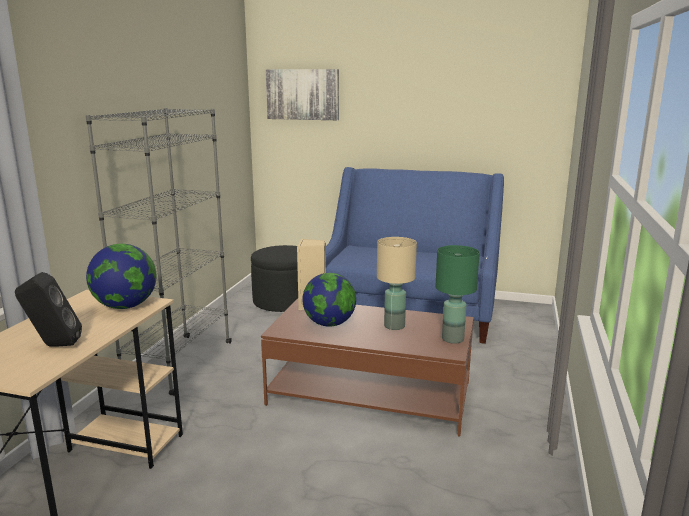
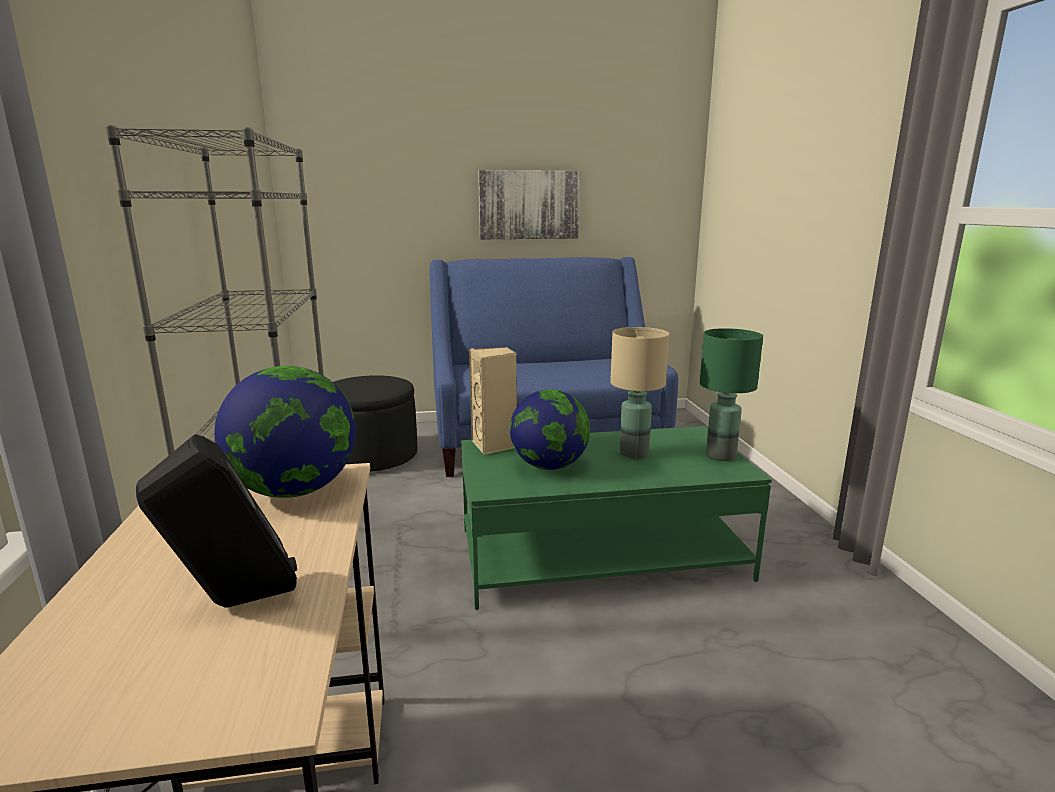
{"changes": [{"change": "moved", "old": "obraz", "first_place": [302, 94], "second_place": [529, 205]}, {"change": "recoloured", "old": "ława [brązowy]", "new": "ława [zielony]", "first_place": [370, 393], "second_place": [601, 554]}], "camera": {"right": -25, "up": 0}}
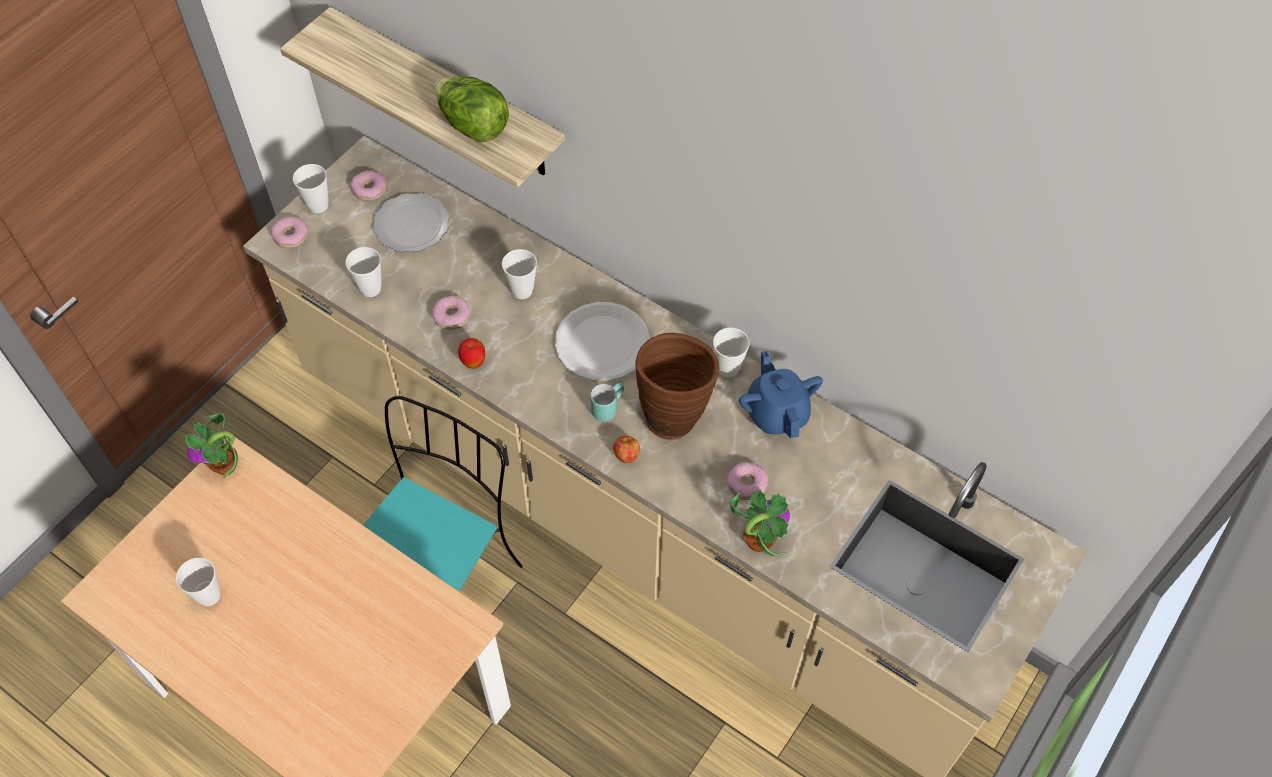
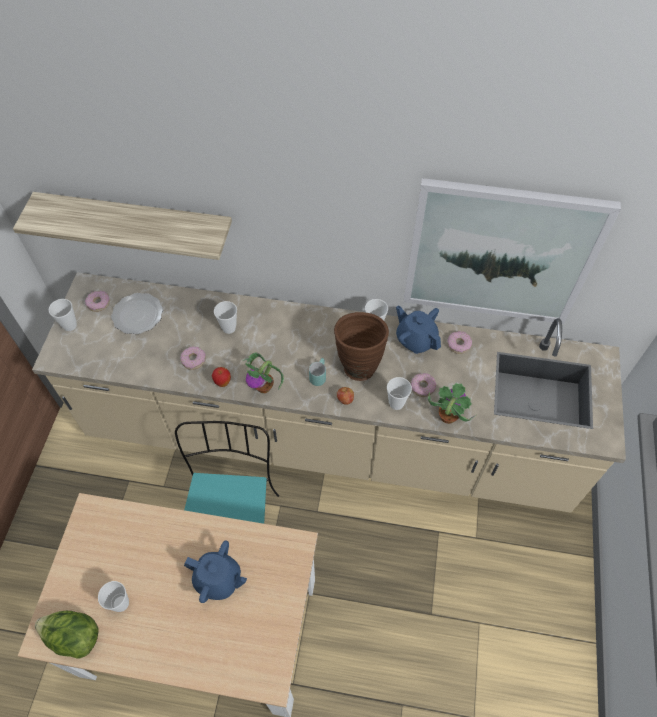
{"changes": [{"change": "moved", "old": "sałata", "first_place": [473, 126], "second_place": [74, 637]}, {"change": "moved", "old": "donut", "first_place": [291, 236], "second_place": [458, 344]}, {"change": "moved", "old": "filiżanka", "first_place": [370, 289], "second_place": [396, 403]}, {"change": "removed", "old": "talerz [biały]", "first_place": [602, 343]}, {"change": "moved", "old": "roślina doniczkowa", "first_place": [226, 466], "second_place": [264, 387]}, {"change": "added", "new": "obraz", "second_place": [499, 254]}, {"change": "added", "new": "imbryk [niebieski]", "second_place": [218, 579]}], "camera": {"right": -25, "up": 0}}
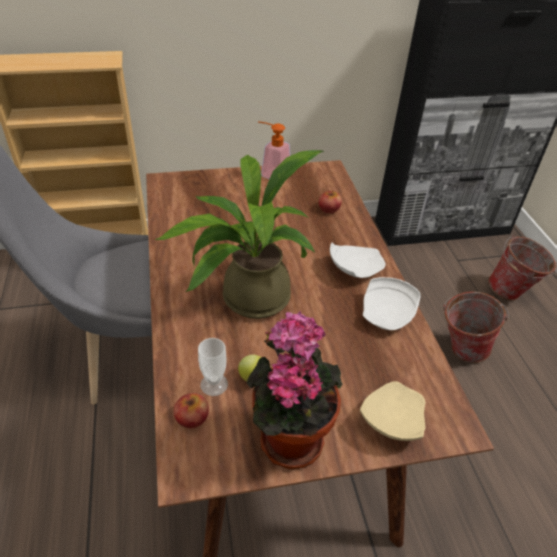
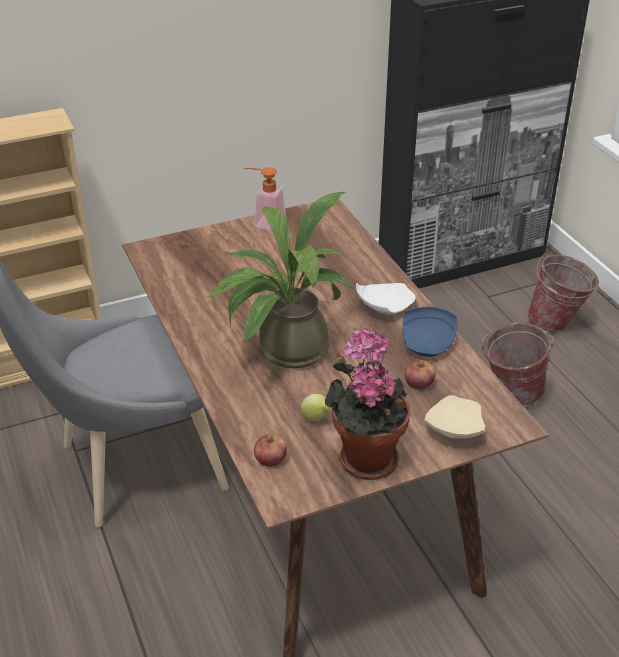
{"changes": [{"change": "moved", "old": "jabłko", "first_place": [329, 208], "second_place": [419, 382]}, {"change": "recoloured", "old": "talerz [biały]", "new": "talerz [niebieski]", "first_place": [387, 314], "second_place": [428, 342]}, {"change": "removed", "old": "filiżanka", "first_place": [214, 384]}], "camera": {"right": -10, "up": -5}}
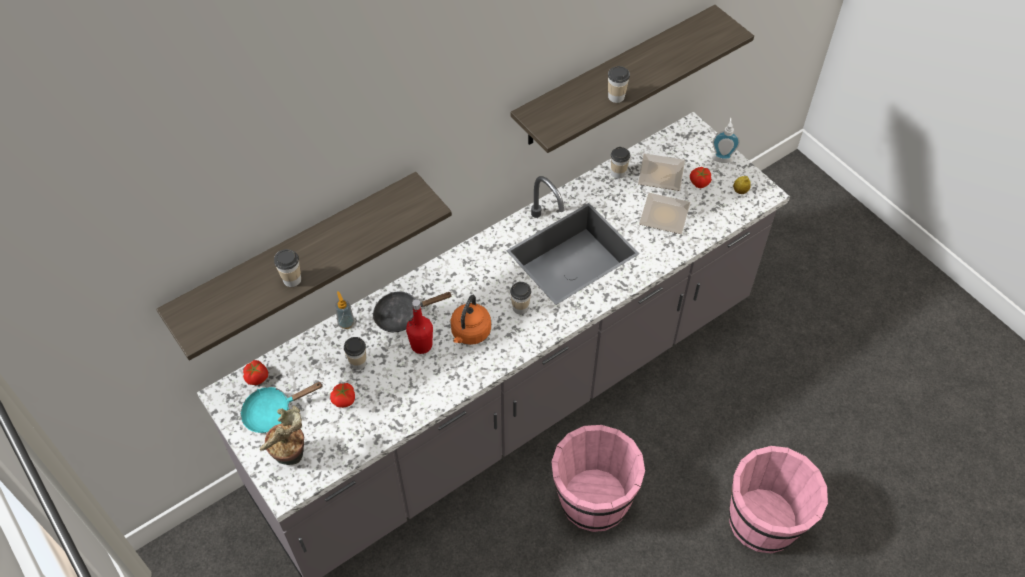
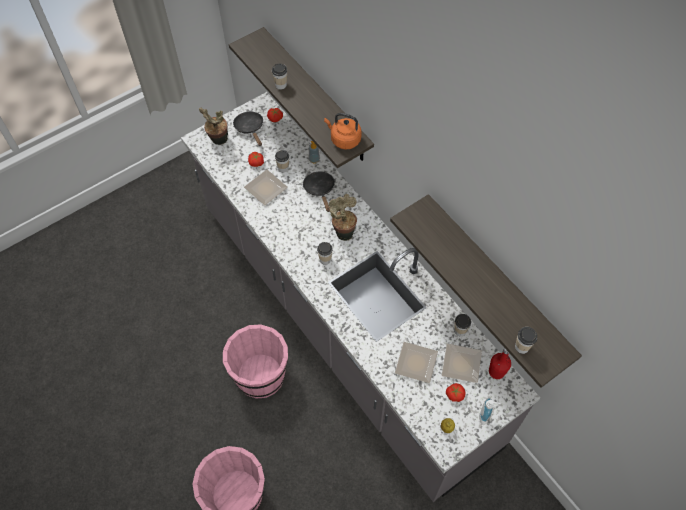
{"changes": [{"change": "moved", "old": "filiżanka", "first_place": [616, 97], "second_place": [522, 347]}, {"change": "moved", "old": "czajnik [pomarańczowy]", "first_place": [470, 333], "second_place": [344, 139]}, {"change": "moved", "old": "butelka [czerwony]", "first_place": [421, 345], "second_place": [496, 372]}, {"change": "recoloured", "old": "patelnia [turkusowy]", "new": "patelnia [czarny]", "first_place": [273, 412], "second_place": [250, 128]}, {"change": "added", "new": "talerz", "second_place": [267, 188]}, {"change": "added", "new": "roślina doniczkowa", "second_place": [343, 232]}], "camera": {"right": 90, "up": 5}}
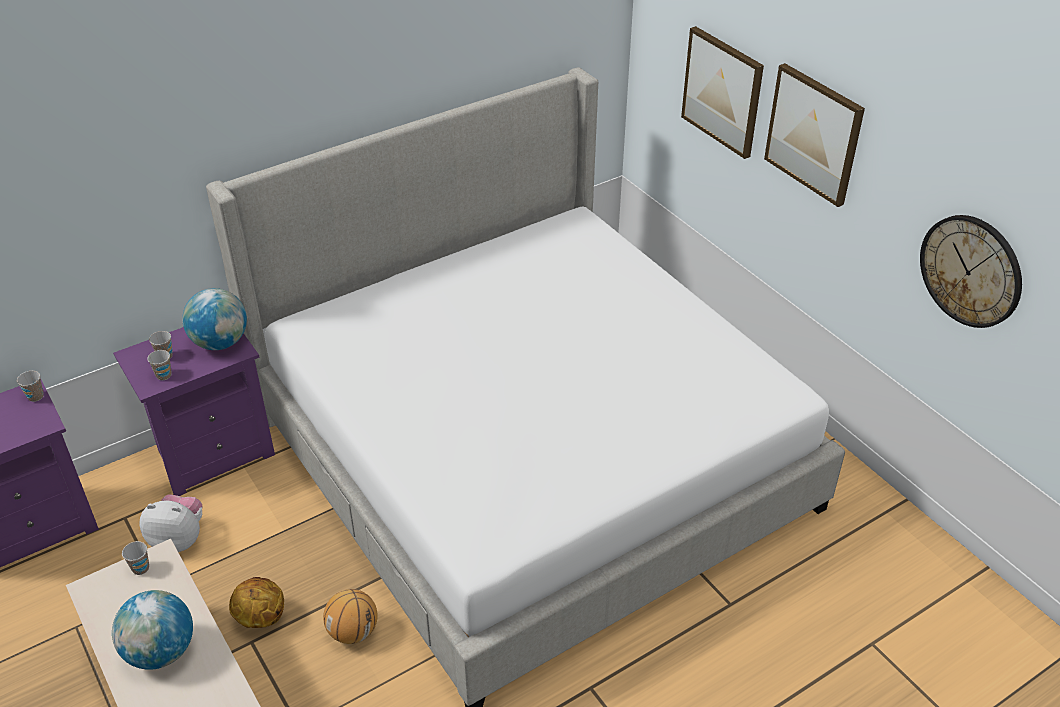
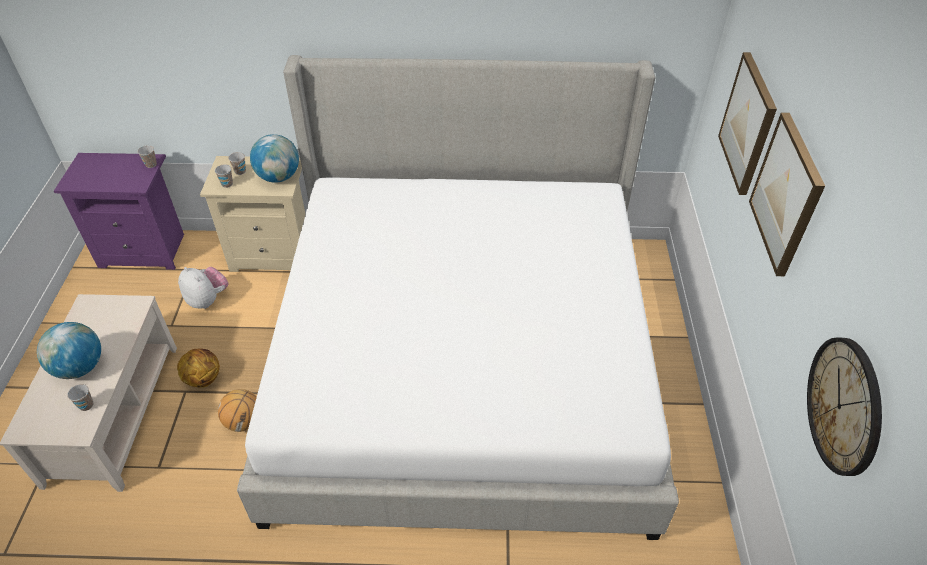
{"changes": [{"change": "recoloured", "old": "szafka nocna [fioletowy]", "new": "szafka nocna [beżowy]", "first_place": [213, 453], "second_place": [274, 254]}, {"change": "moved", "old": "filiżanka", "first_place": [140, 568], "second_place": [86, 405]}], "camera": {"right": 35, "up": 5}}
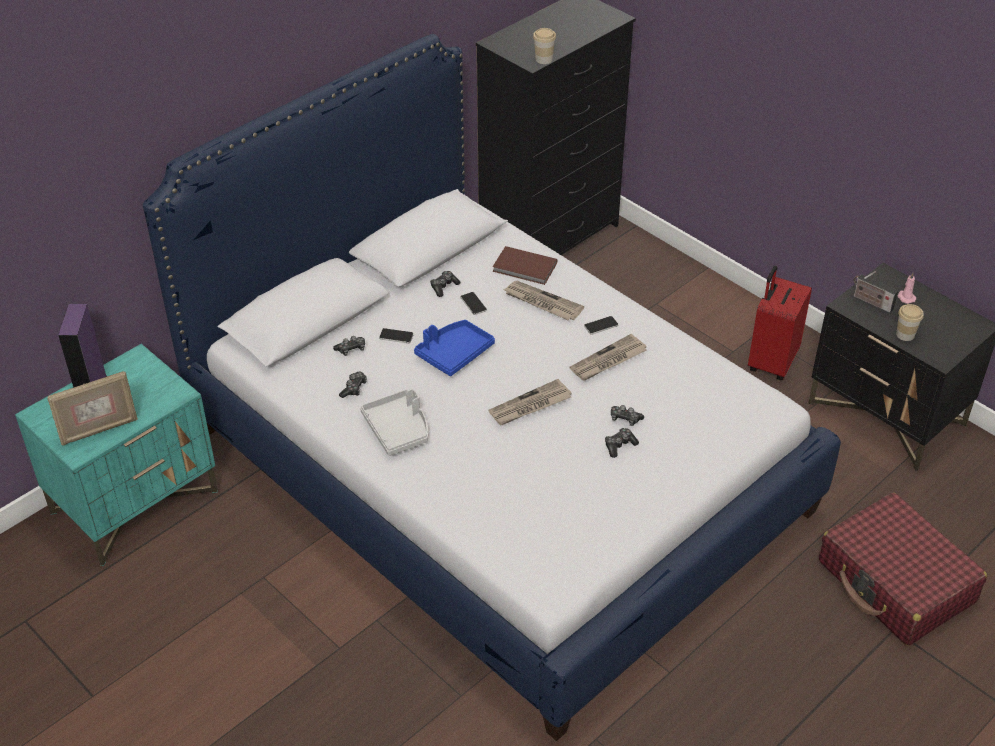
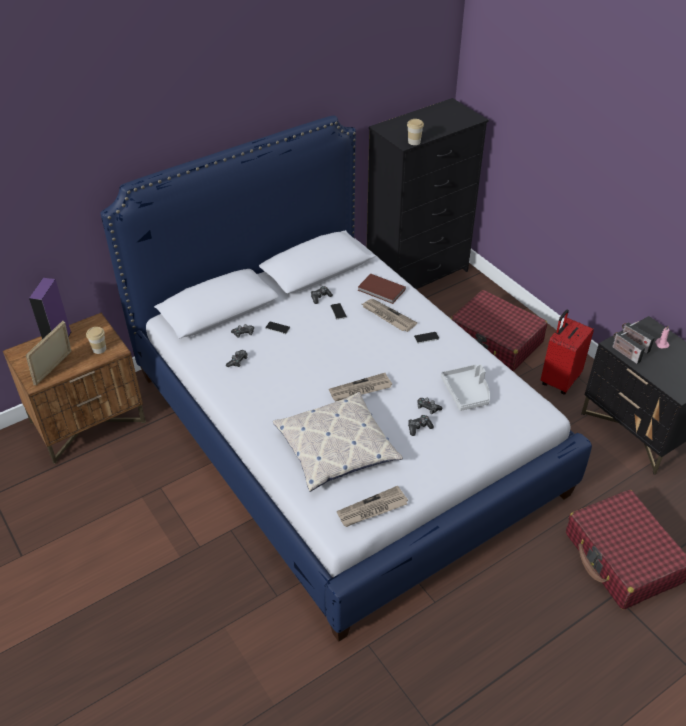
{"changes": [{"change": "moved", "old": "filiżanka", "first_place": [905, 334], "second_place": [99, 349]}, {"change": "removed", "old": "taca [niebieski]", "first_place": [454, 353]}, {"change": "moved", "old": "gazeta", "first_place": [608, 361], "second_place": [372, 509]}, {"change": "recoloured", "old": "szafka nocna [turkusowy]", "new": "szafka nocna [brązowy]", "first_place": [135, 501], "second_place": [88, 422]}, {"change": "turned", "old": "ramka na zdjęcie", "first_place": [99, 430], "second_place": [54, 369], "degrees": 135}, {"change": "moved", "old": "taca [szary]", "first_place": [398, 429], "second_place": [467, 392]}, {"change": "added", "new": "walizka [czerwony]", "second_place": [495, 341]}, {"change": "added", "new": "radio", "second_place": [624, 353]}, {"change": "added", "new": "poduszka", "second_place": [336, 448]}], "camera": {"right": 10, "up": 0}}
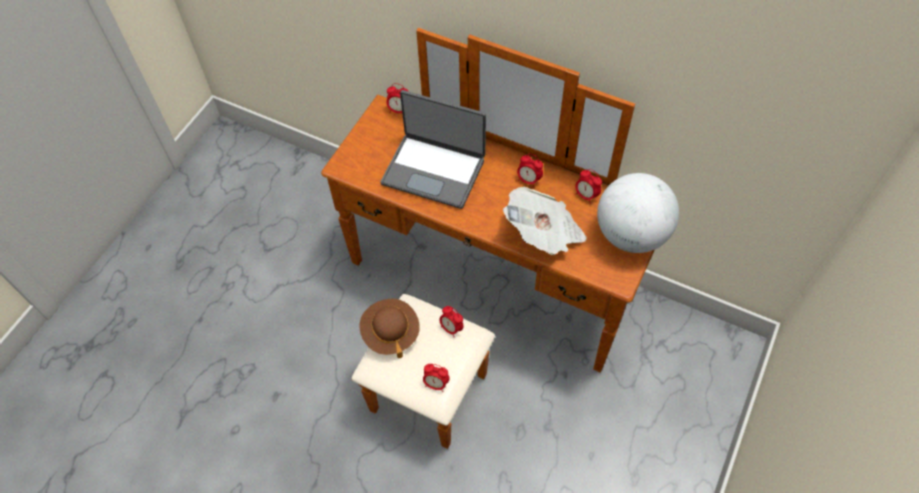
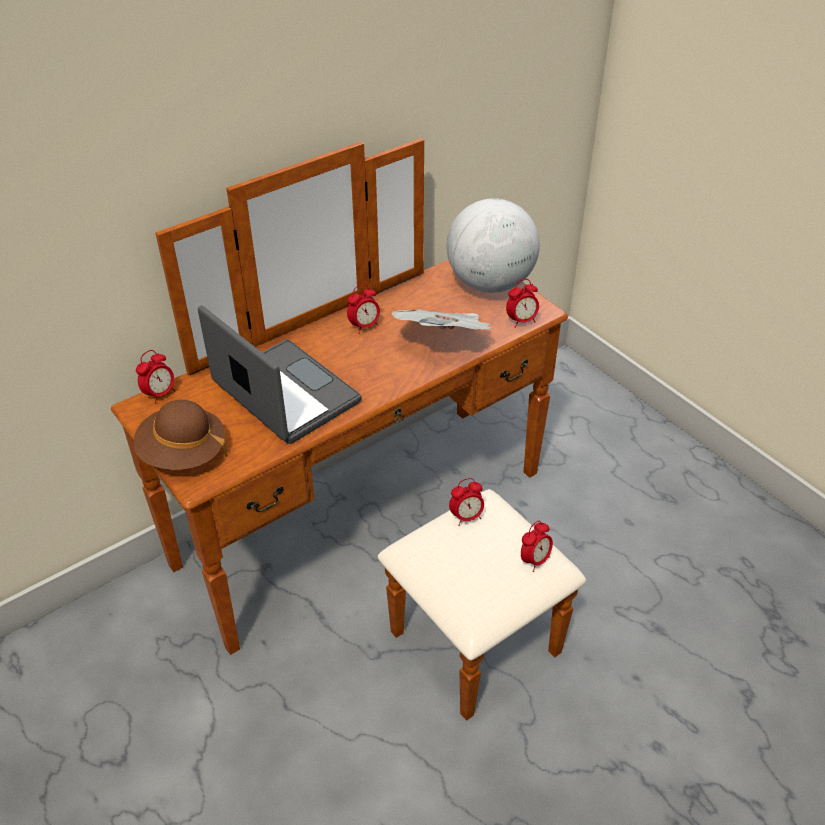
{"changes": [{"change": "turned", "old": "laptop", "first_place": [434, 170], "second_place": [284, 394], "degrees": -90}, {"change": "moved", "old": "budzik", "first_place": [586, 195], "second_place": [521, 321]}, {"change": "moved", "old": "kapelusz [brązowy]", "first_place": [390, 333], "second_place": [183, 453]}], "camera": {"right": -65, "up": -15}}
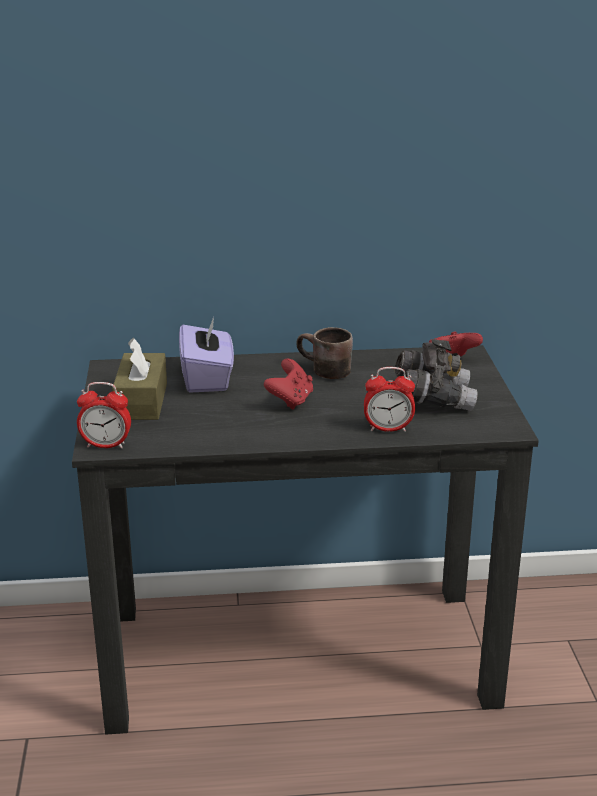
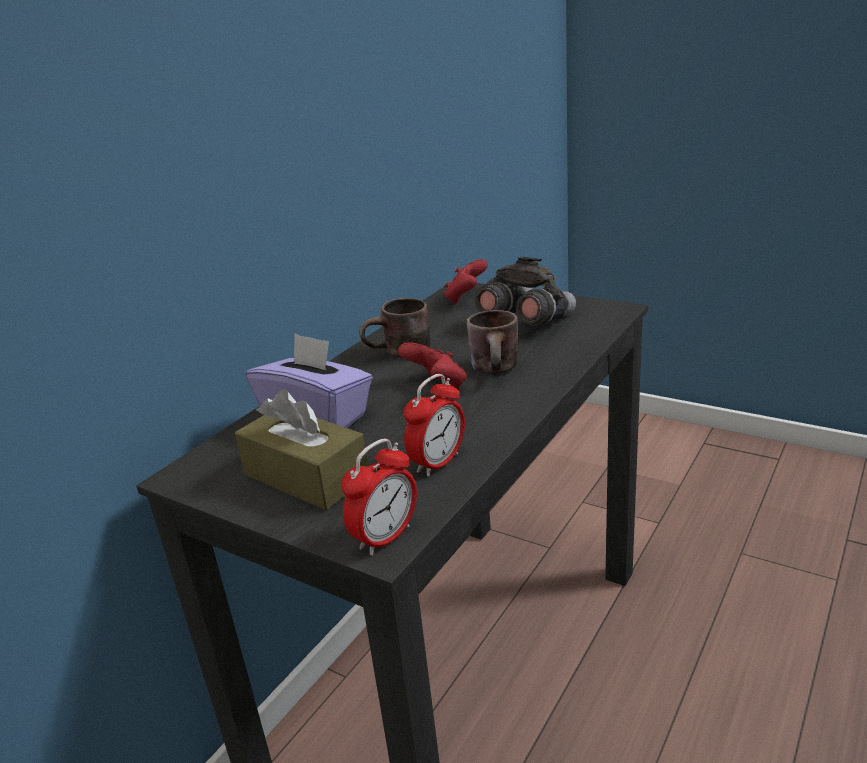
{"changes": [{"change": "moved", "old": "budzik", "first_place": [388, 429], "second_place": [438, 463]}, {"change": "added", "new": "kubek [brązowy]", "second_place": [499, 370]}], "camera": {"right": -50, "up": 0}}
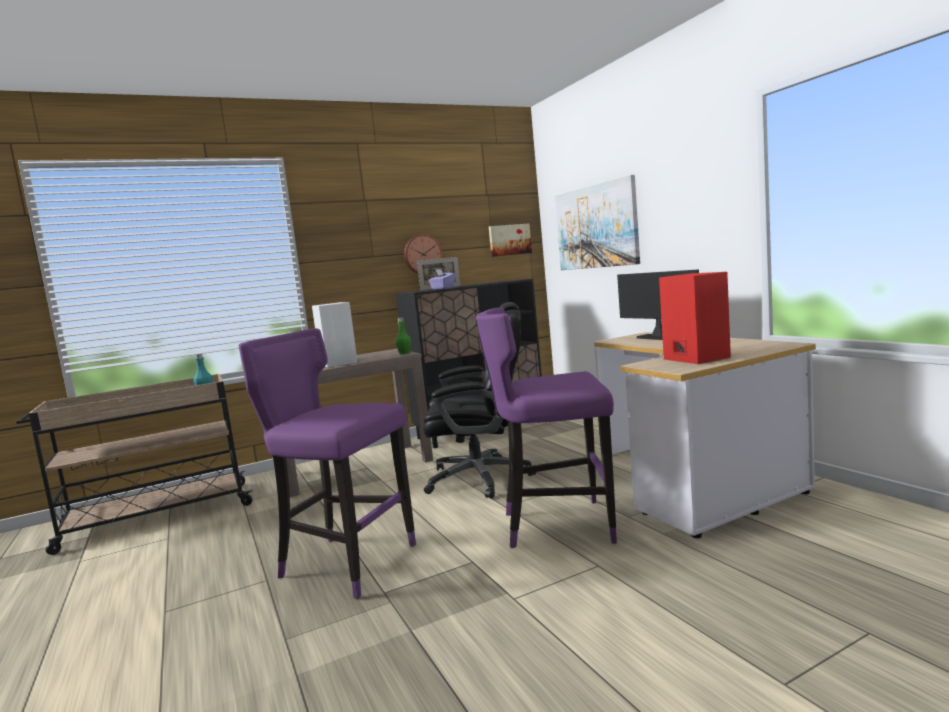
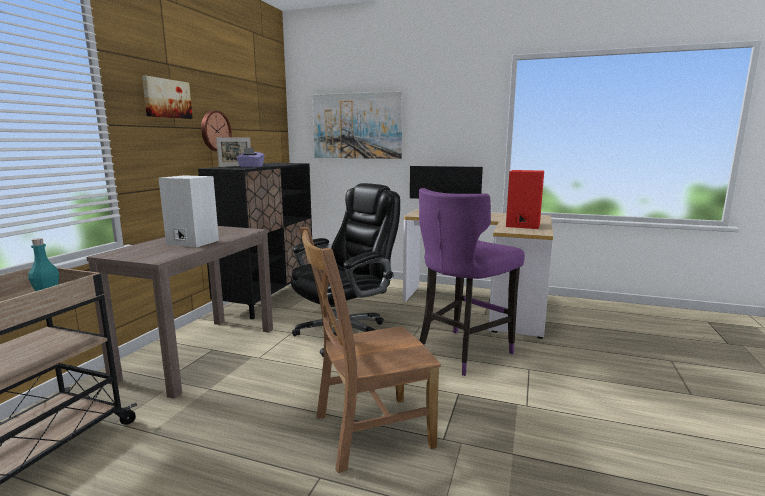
{"changes": [{"change": "moved", "old": "obraz", "first_place": [509, 240], "second_place": [166, 98]}, {"change": "removed", "old": "butelka [zielony]", "first_place": [404, 353]}, {"change": "replaced", "old": "stołek [fioletowy]", "new": "krzesło [brązowy]", "first_place": [346, 563], "second_place": [367, 432]}], "camera": {"right": -45, "up": 5}}
